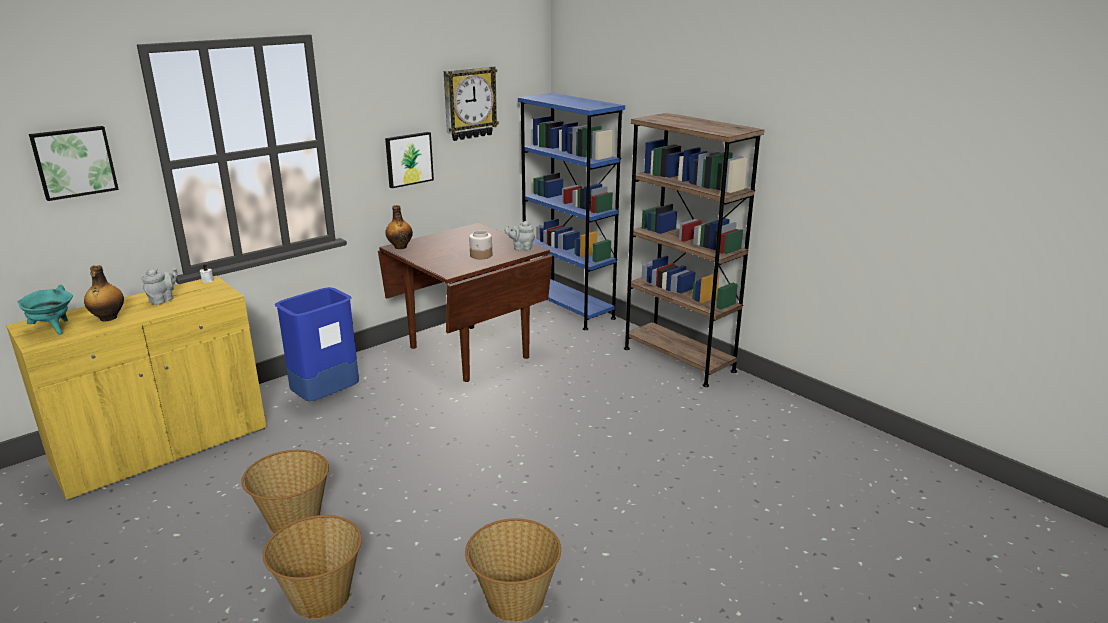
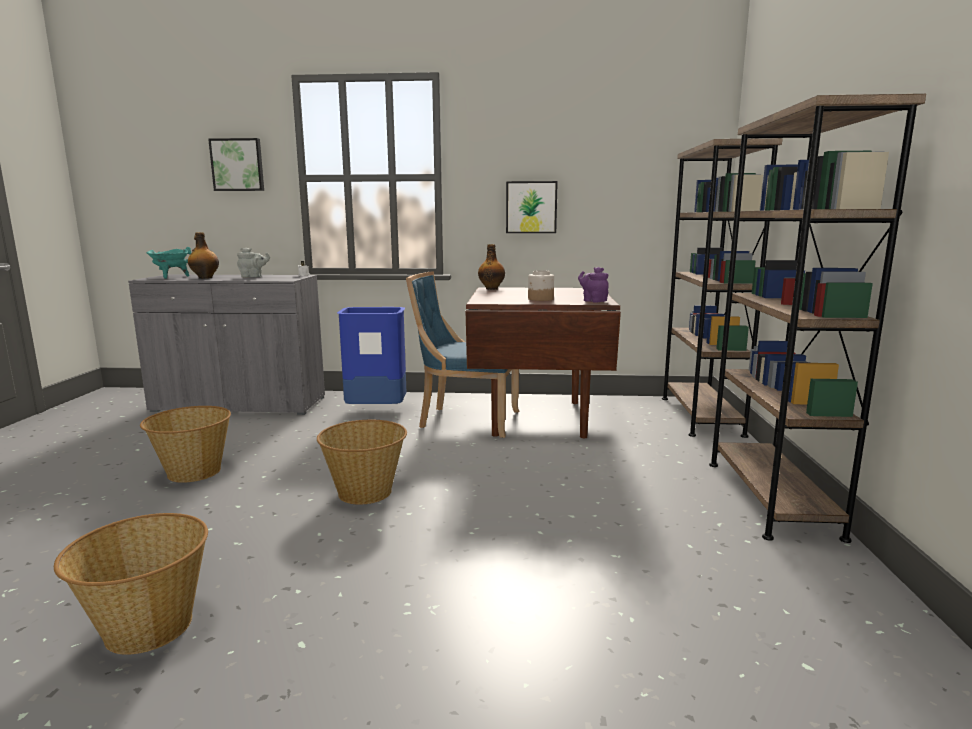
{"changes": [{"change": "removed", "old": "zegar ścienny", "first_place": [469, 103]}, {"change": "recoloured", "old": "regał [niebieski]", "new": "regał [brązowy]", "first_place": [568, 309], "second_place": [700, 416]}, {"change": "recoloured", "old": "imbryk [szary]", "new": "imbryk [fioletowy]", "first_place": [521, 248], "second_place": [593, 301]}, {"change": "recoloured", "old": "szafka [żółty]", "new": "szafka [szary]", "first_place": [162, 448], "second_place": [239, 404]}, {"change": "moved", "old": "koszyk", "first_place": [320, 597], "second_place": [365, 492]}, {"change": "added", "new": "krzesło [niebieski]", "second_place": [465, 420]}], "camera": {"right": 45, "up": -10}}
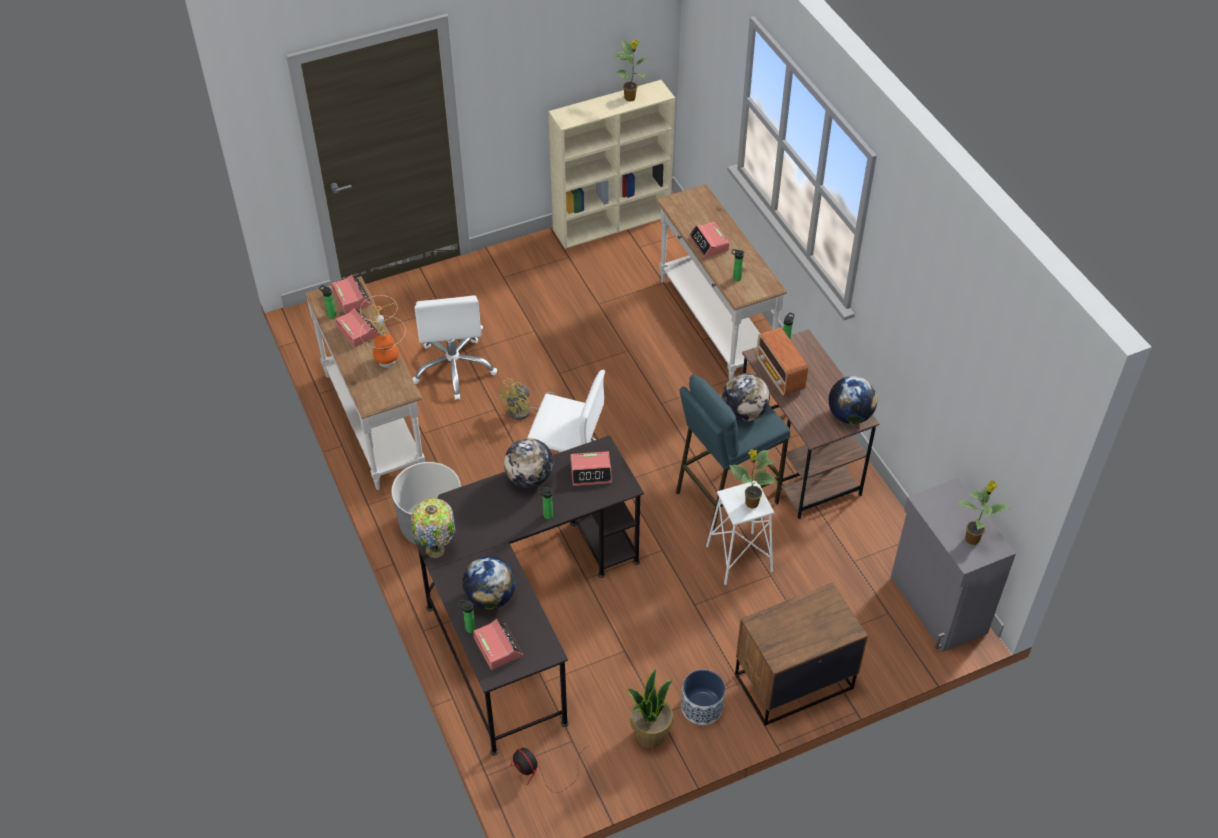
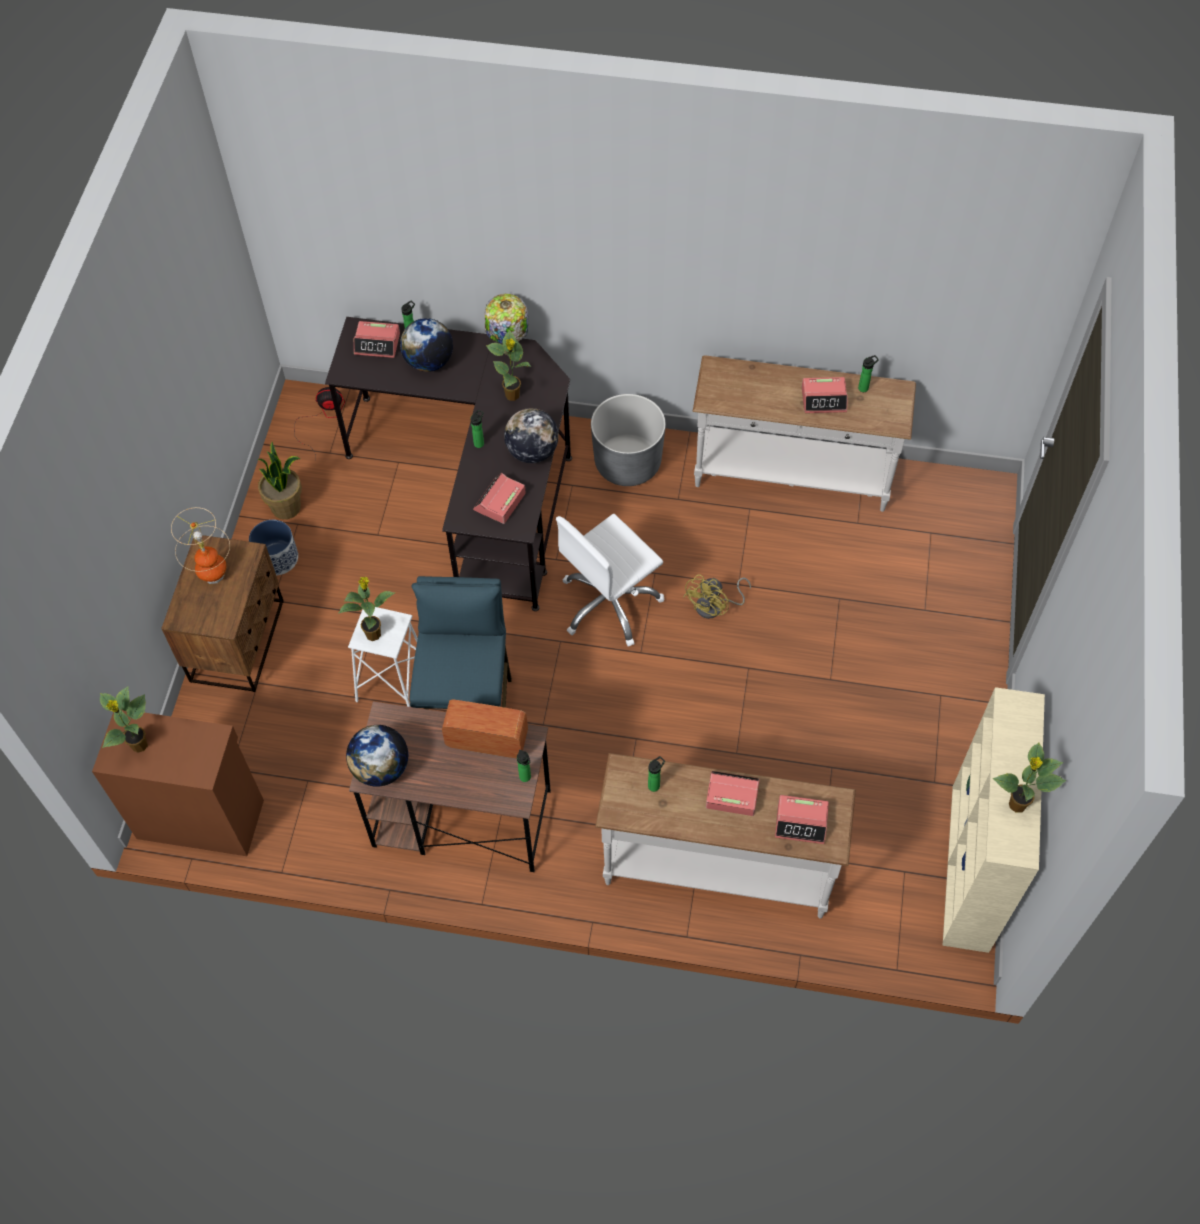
{"changes": [{"change": "moved", "old": "budzik", "first_place": [352, 298], "second_place": [801, 822]}, {"change": "moved", "old": "lampa stołowa", "first_place": [387, 361], "second_place": [213, 574]}, {"change": "removed", "old": "krzesło biurowe [biały]", "first_place": [454, 368]}, {"change": "removed", "old": "globus", "first_place": [744, 413]}, {"change": "turned", "old": "wentylator [żółty]", "first_place": [524, 412], "second_place": [715, 607], "degrees": -135}, {"change": "recoloured", "old": "szafka [szary]", "new": "szafka [brązowy]", "first_place": [937, 606], "second_place": [200, 817]}, {"change": "added", "new": "roślina doniczkowa", "second_place": [513, 396]}], "camera": {"right": 125, "up": 10}}
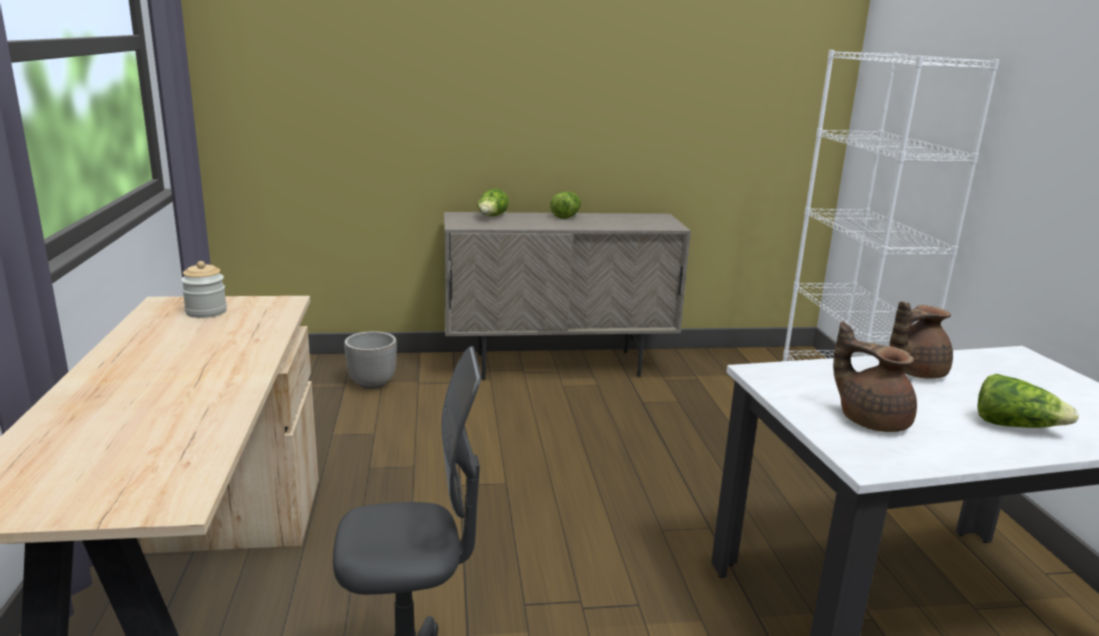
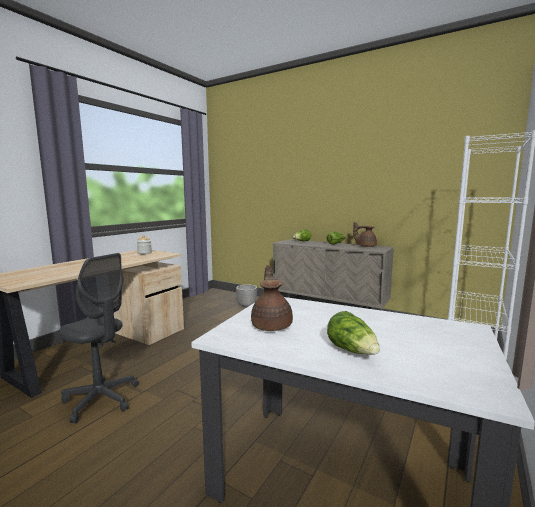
{"changes": [{"change": "moved", "old": "imbryk [brązowy]", "first_place": [913, 372], "second_place": [365, 246]}], "camera": {"right": 40, "up": -10}}
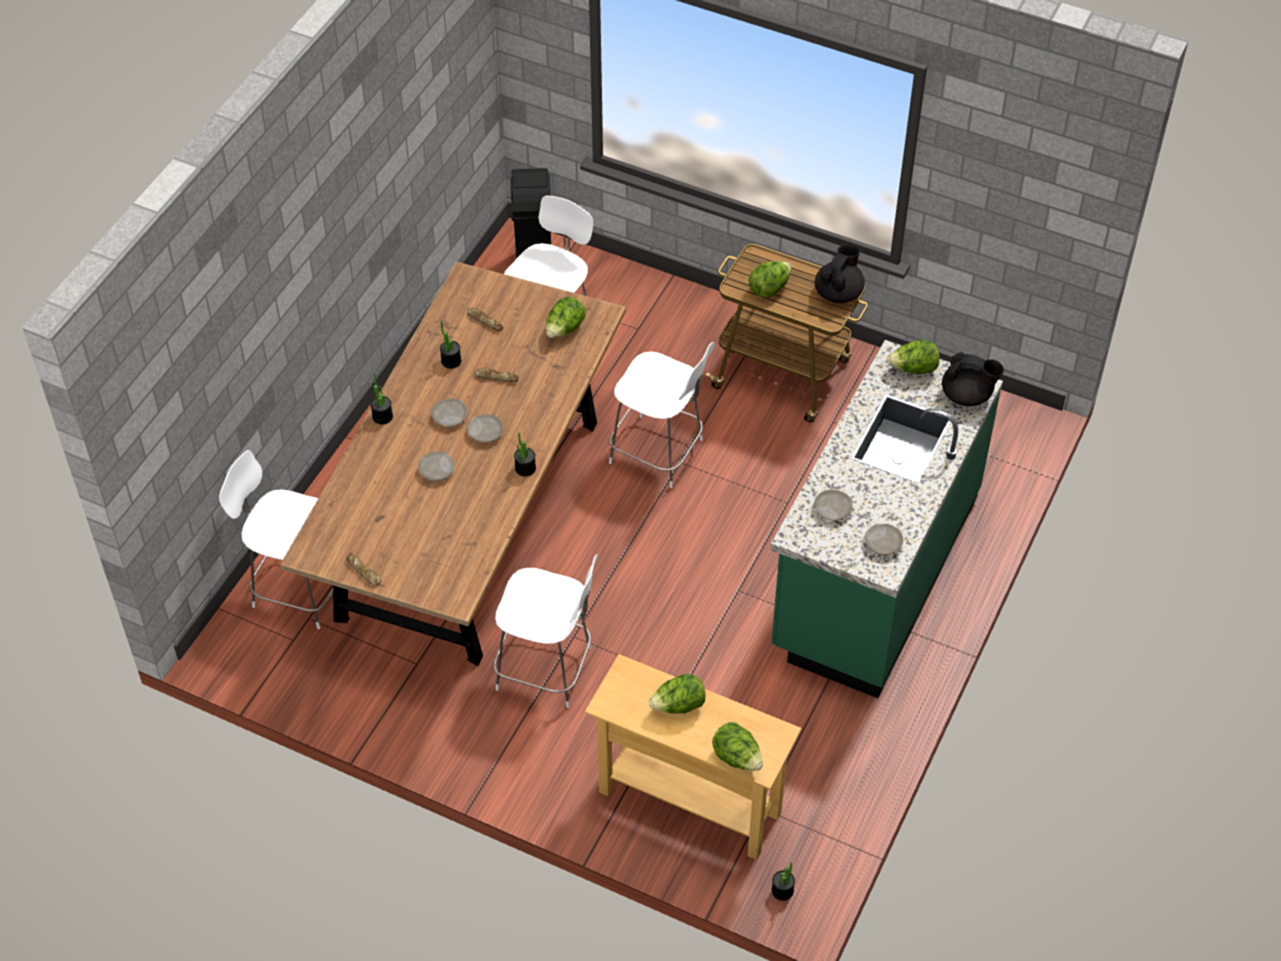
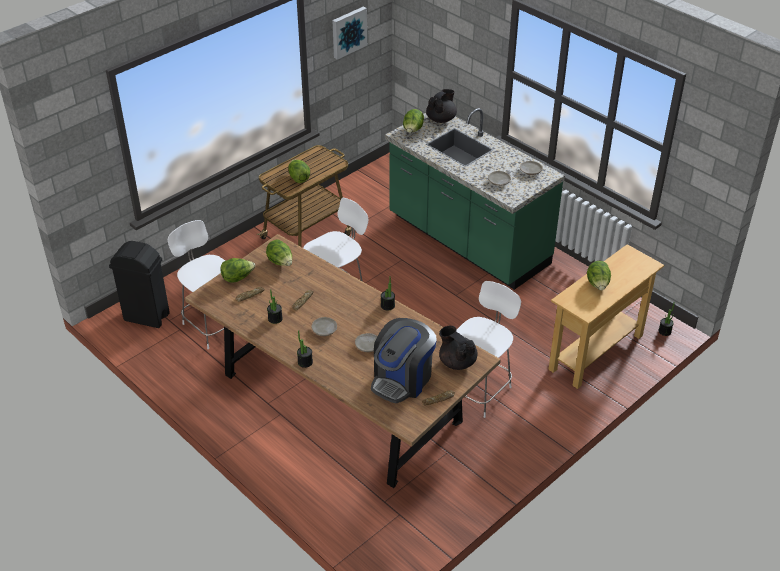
{"changes": [{"change": "moved", "old": "imbryk [czarny]", "first_place": [838, 293], "second_place": [457, 361]}, {"change": "removed", "old": "talerz [beżowy]", "first_place": [485, 432]}, {"change": "removed", "old": "krzesło [biały]", "first_place": [298, 588]}, {"change": "moved", "old": "sałata", "first_place": [737, 757], "second_place": [237, 278]}, {"change": "added", "new": "obraz", "second_place": [348, 32]}, {"change": "added", "new": "ekspres do kawy", "second_place": [402, 379]}], "camera": {"right": -70, "up": -10}}
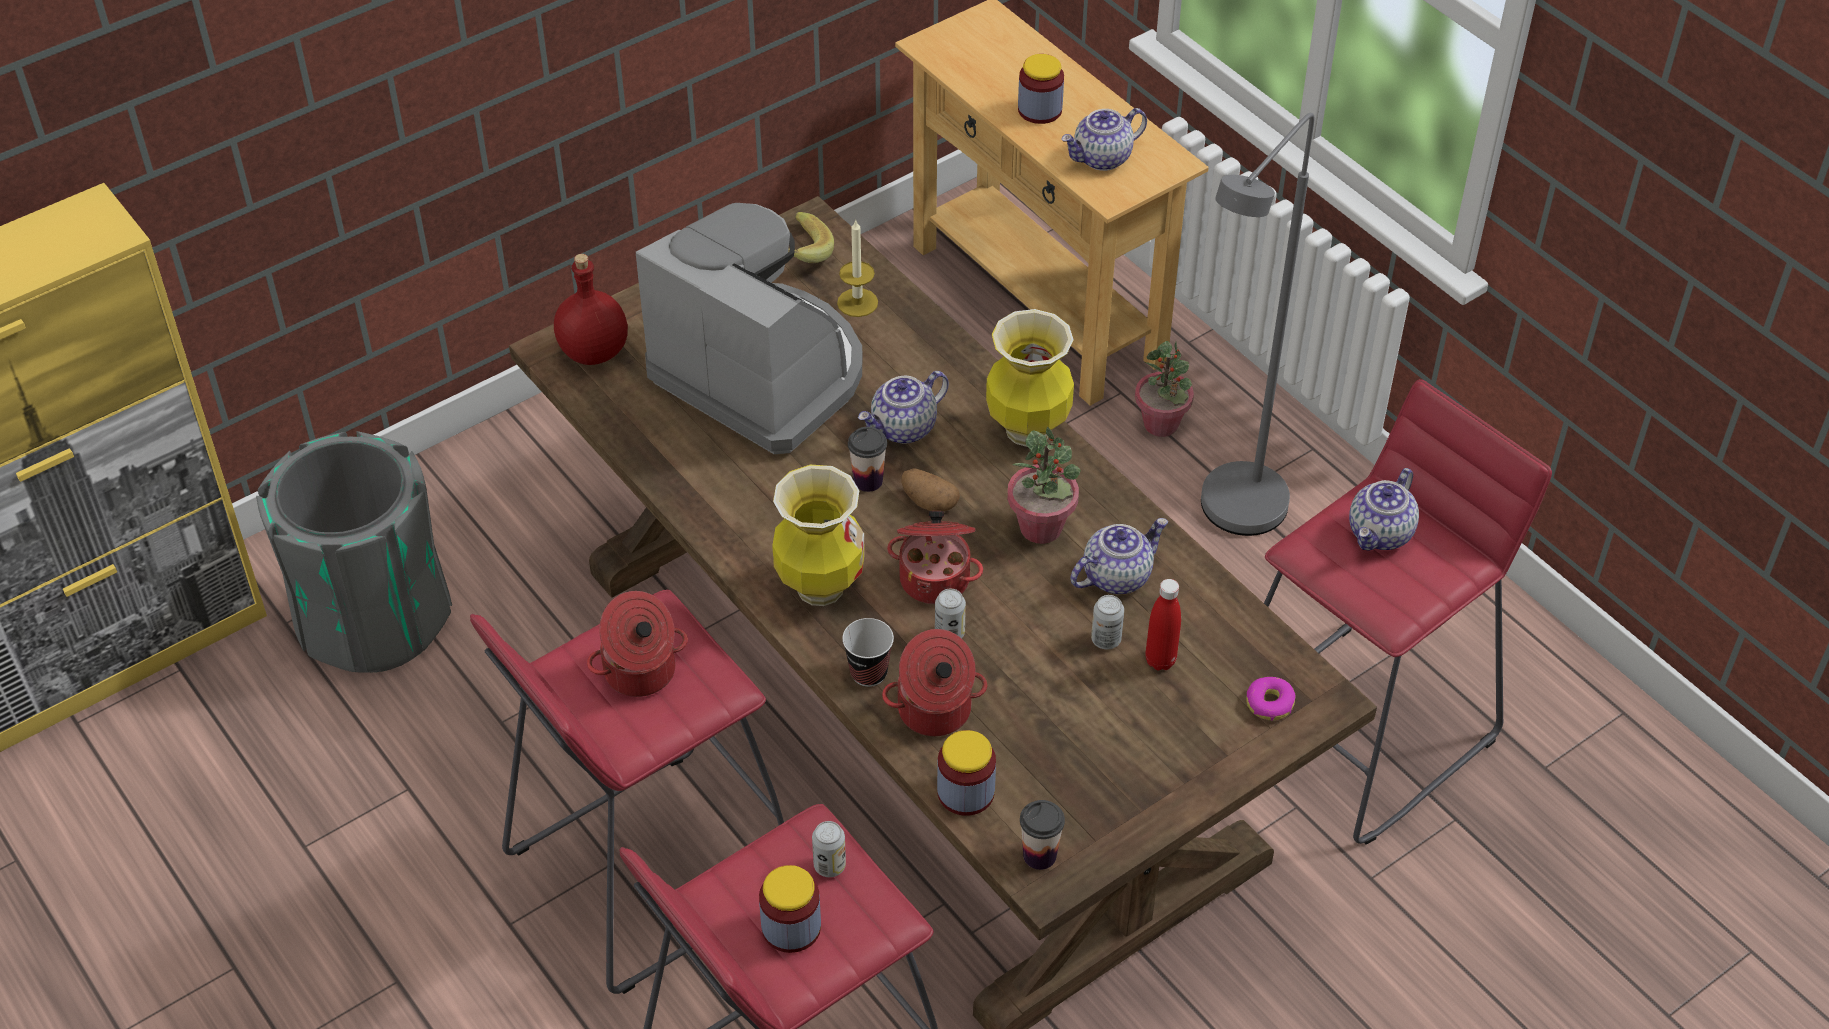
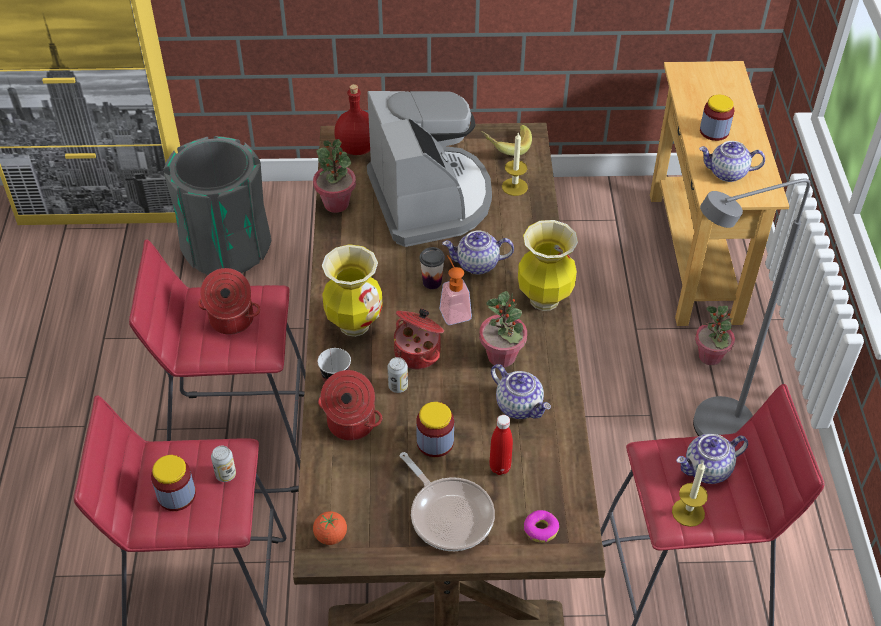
{"changes": [{"change": "replaced", "old": "ziemniak", "new": "dozownik mydła", "first_place": [928, 502], "second_place": [453, 310]}, {"change": "turned", "old": "imbryk", "first_place": [1116, 575], "second_place": [519, 406], "degrees": 45}, {"change": "removed", "old": "puszka", "first_place": [1106, 640]}, {"change": "moved", "old": "słoik", "first_place": [965, 792], "second_place": [435, 442]}, {"change": "replaced", "old": "filiżanka", "new": "pomidor", "first_place": [1039, 855], "second_place": [331, 536]}, {"change": "added", "new": "roślina doniczkowa", "second_place": [336, 203]}, {"change": "added", "new": "patelnia", "second_place": [449, 514]}, {"change": "added", "new": "świeca", "second_place": [688, 512]}], "camera": {"right": 35, "up": 0}}
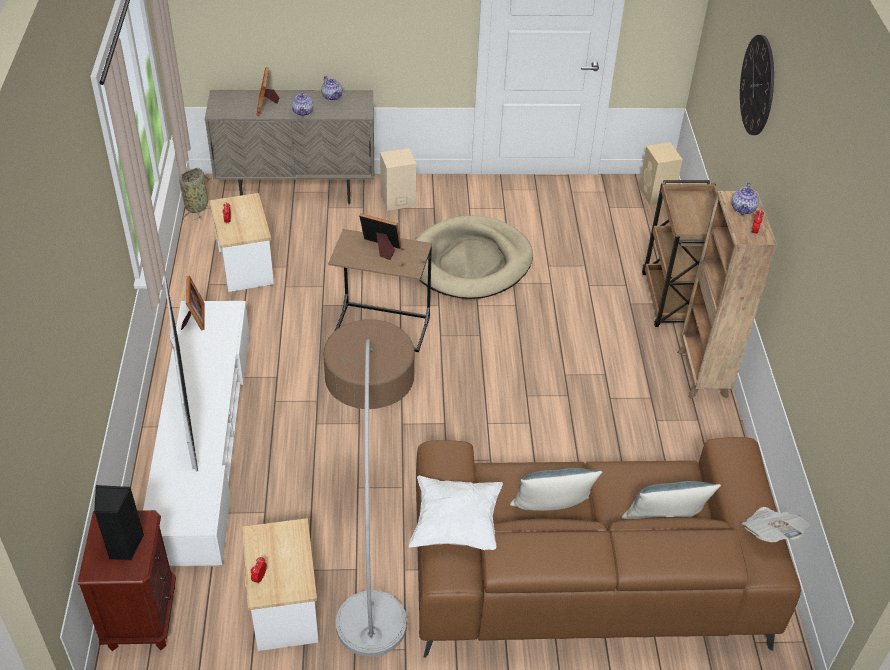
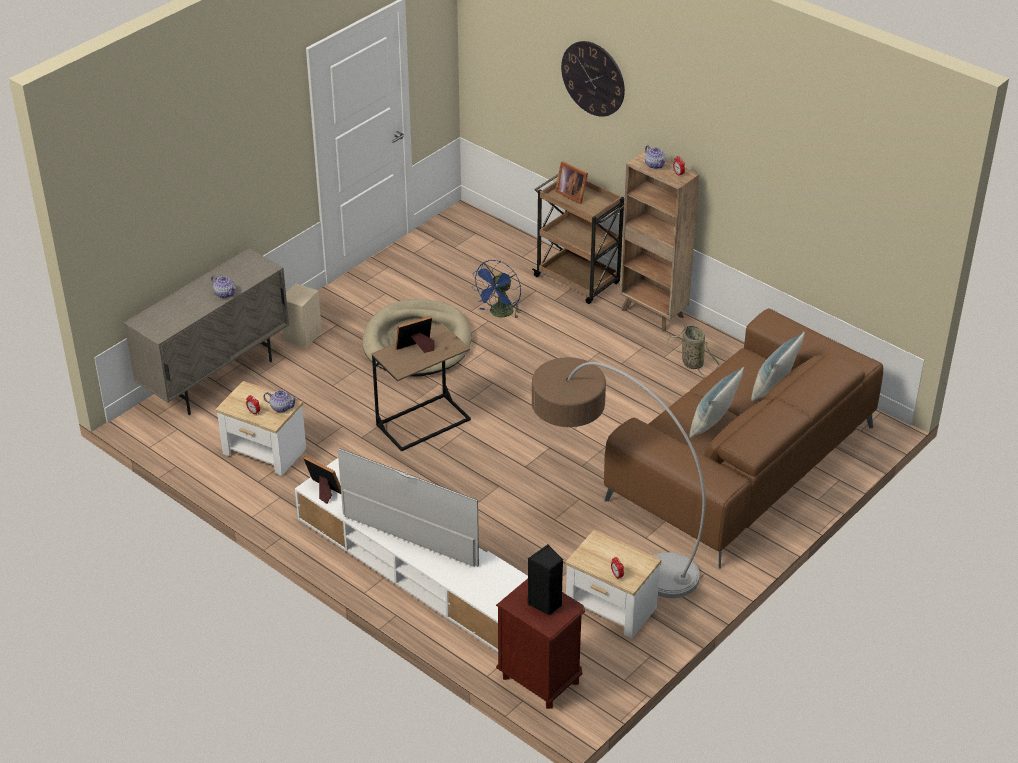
{"changes": [{"change": "moved", "old": "ramka na zdjęcie", "first_place": [267, 105], "second_place": [571, 194]}, {"change": "moved", "old": "imbryk", "first_place": [332, 96], "second_place": [281, 407]}, {"change": "removed", "old": "głośnik [beżowy]", "first_place": [656, 195]}, {"change": "moved", "old": "koszyk", "first_place": [197, 205], "second_place": [691, 362]}, {"change": "removed", "old": "poduszka [biały]", "first_place": [456, 525]}, {"change": "removed", "old": "gazeta", "first_place": [771, 533]}, {"change": "added", "new": "wentylator [niebieski]", "second_place": [499, 314]}], "camera": {"right": -45, "up": -5}}
